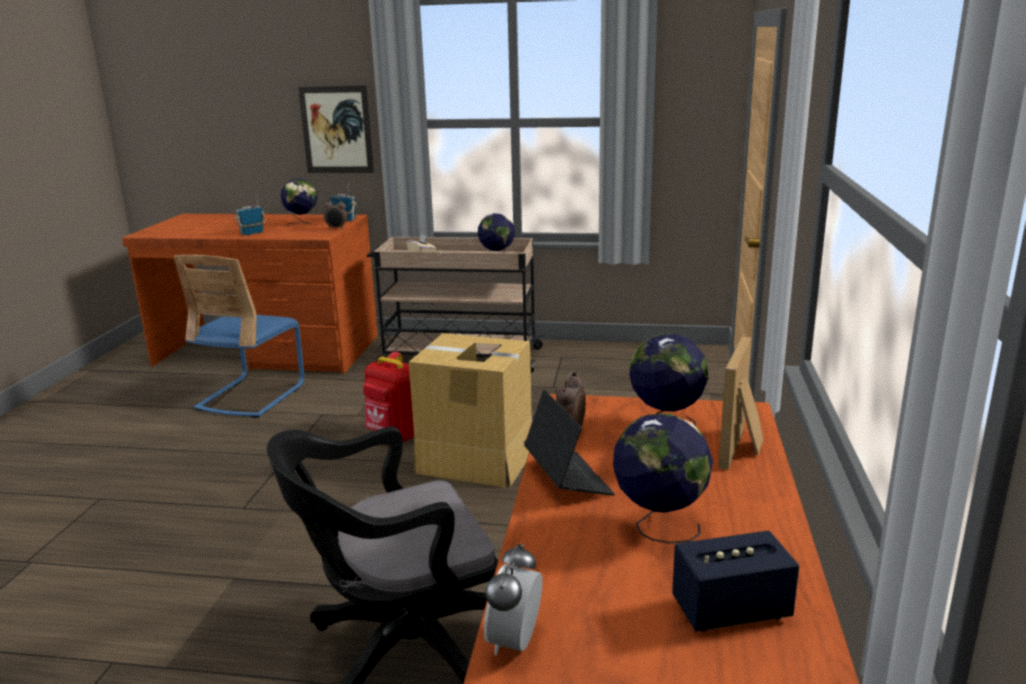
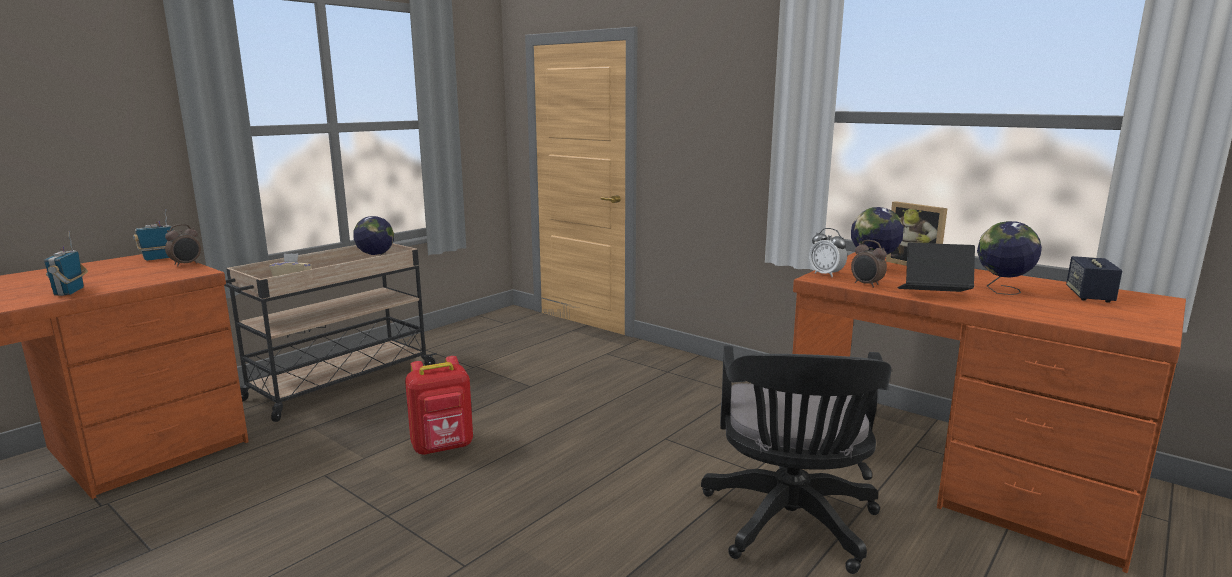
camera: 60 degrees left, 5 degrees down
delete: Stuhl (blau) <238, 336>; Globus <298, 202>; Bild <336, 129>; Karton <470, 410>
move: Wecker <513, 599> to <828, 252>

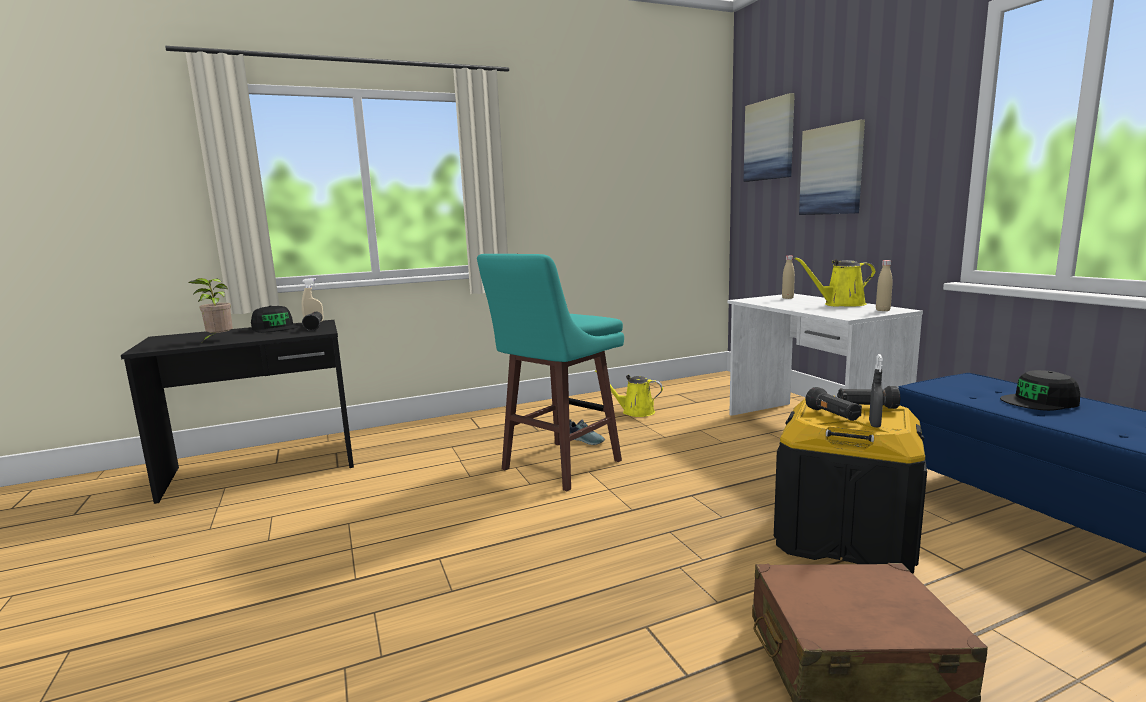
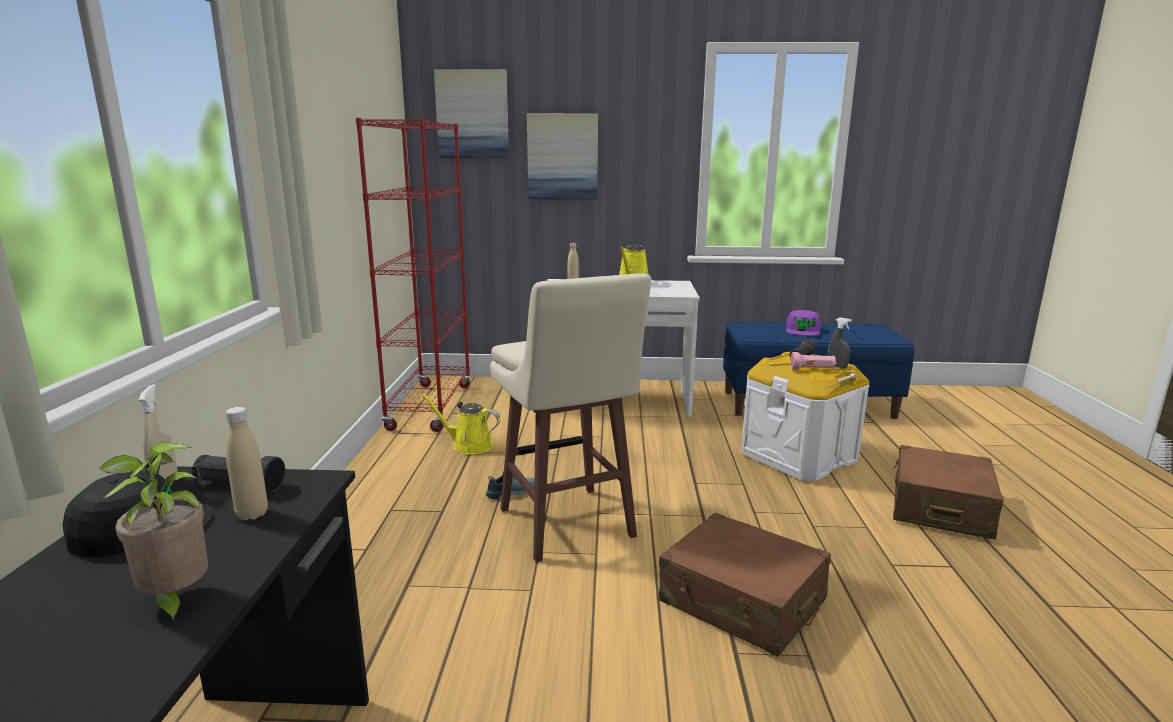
camera: 65 degrees left, 5 degrees up
insert: Bücherregal (rot) <413, 275>; Koffer (braun) <745, 585>
move: Flasche (beige) <884, 285> to <247, 463>
recolor: Hocker (türkis) <550, 372> to Hocker (beige) <571, 417>; Aufbewahrungsbox (schwarz) <850, 486> to Aufbewahrungsbox (weiß) <806, 417>; Taschenlampe (schwarz) <833, 404> to Taschenlampe (rosa) <813, 361>; Kappe (schwarz) <1040, 390> to Kappe (lila) <803, 323>
rotate: Gießkanne (gelb) <629, 393> = <461, 424> 60 degrees clockwise

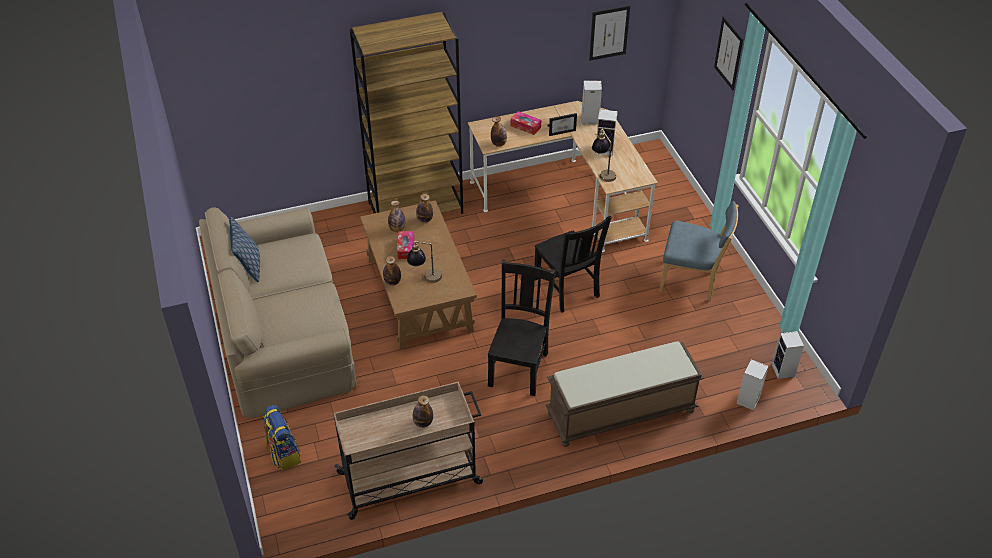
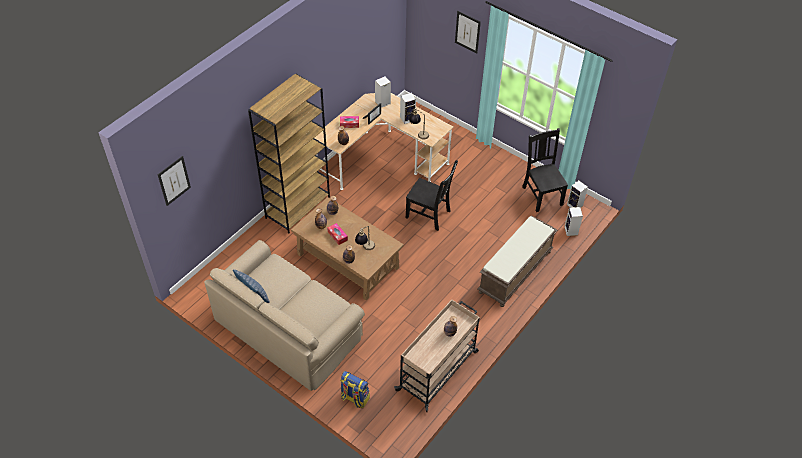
camera: 35 degrees left, 5 degrees up
delete: Stuhl (blau) <699, 251>
move: Stuhl (schwarz) <522, 328> to <545, 170>; Bild <609, 33> to <174, 181>

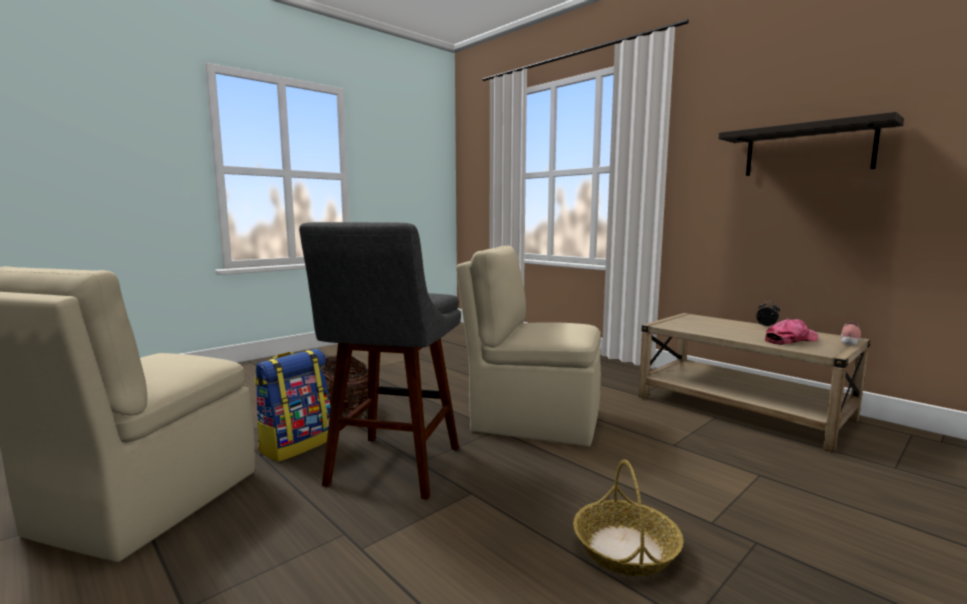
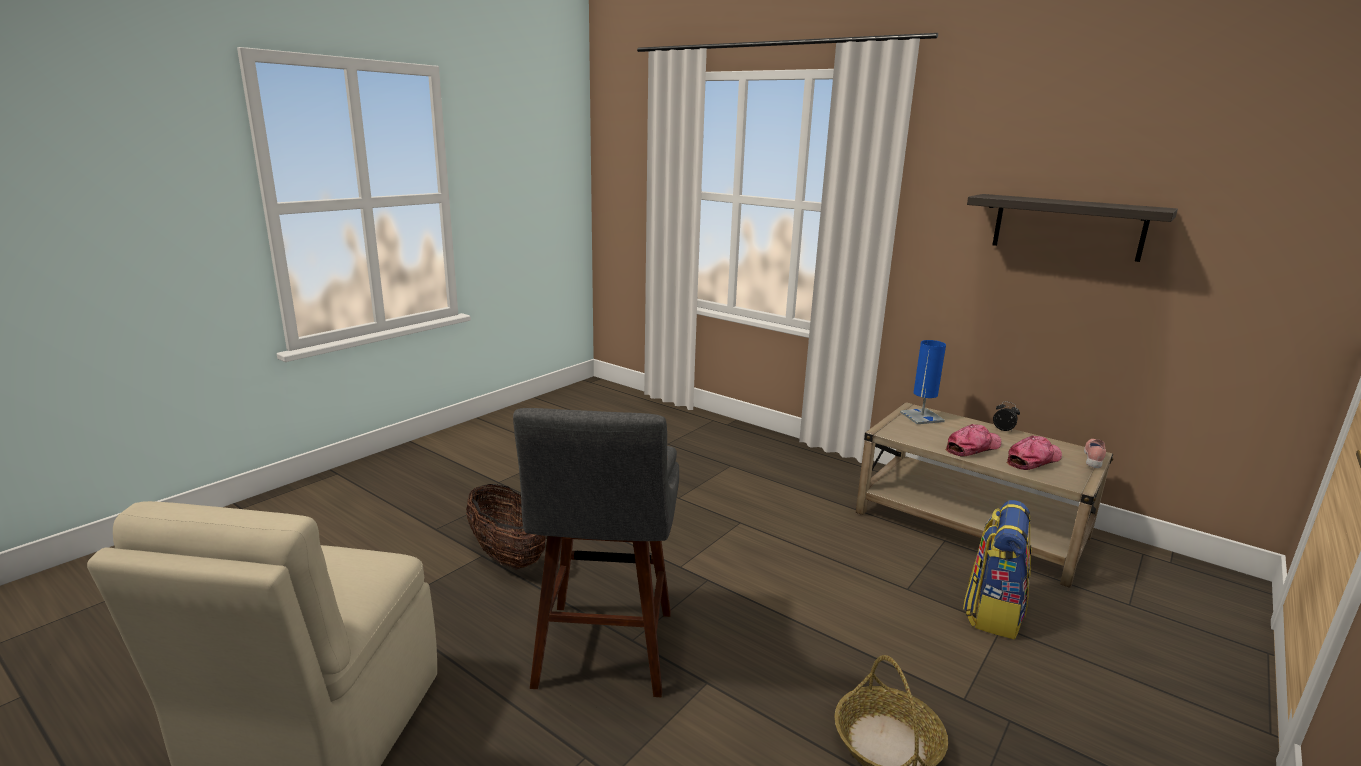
camera: 10 degrees left, 10 degrees up
delete: Stuhl (beige) <528, 346>
insert: Tischlampe (blau) <923, 382>; Kappe <974, 440>
move: Rucksack <292, 405> to <997, 569>

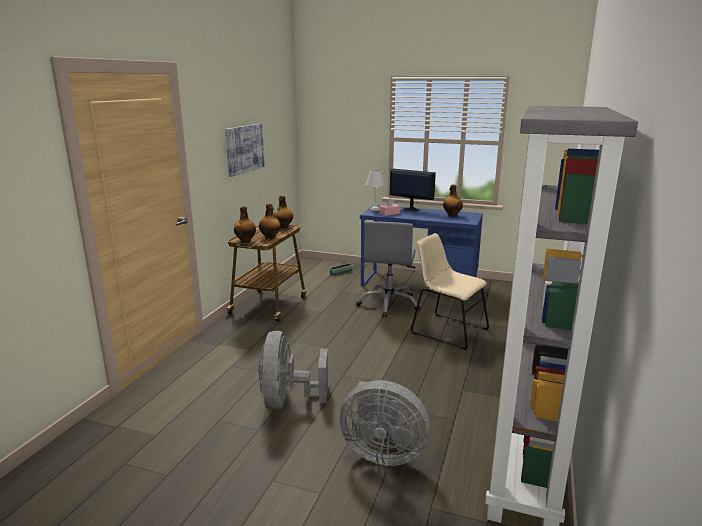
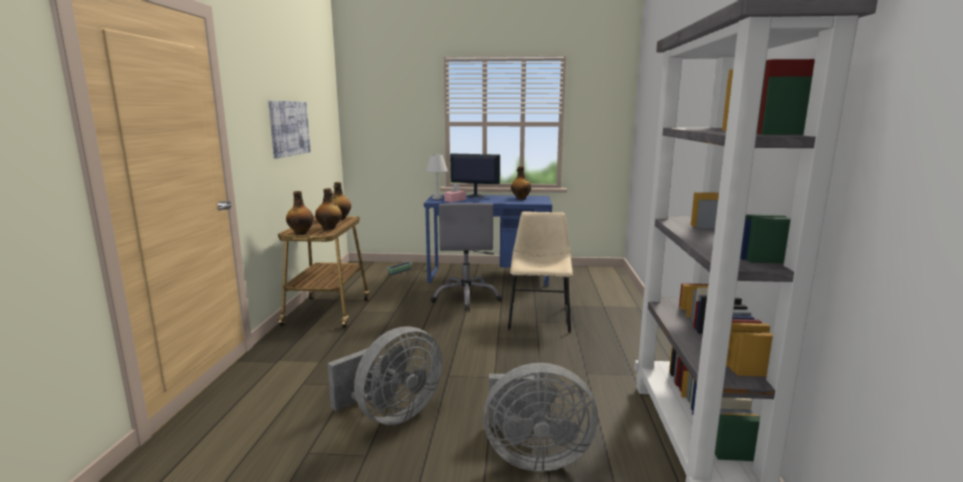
camera: 15 degrees left, 5 degrees down
rotate: Ventilator (grau) <293, 370> = <385, 375> 120 degrees counterclockwise; Stuhl (beige) <450, 291> = <540, 272> 75 degrees clockwise

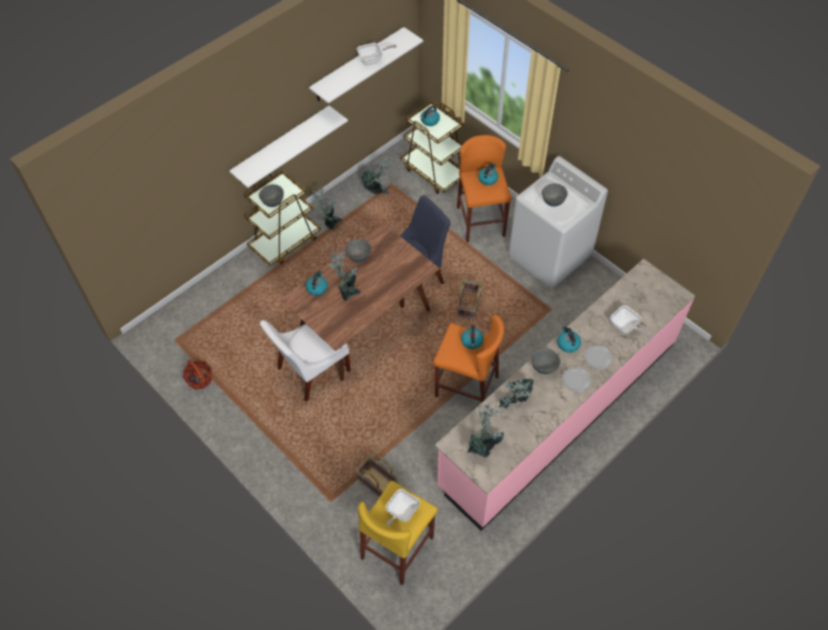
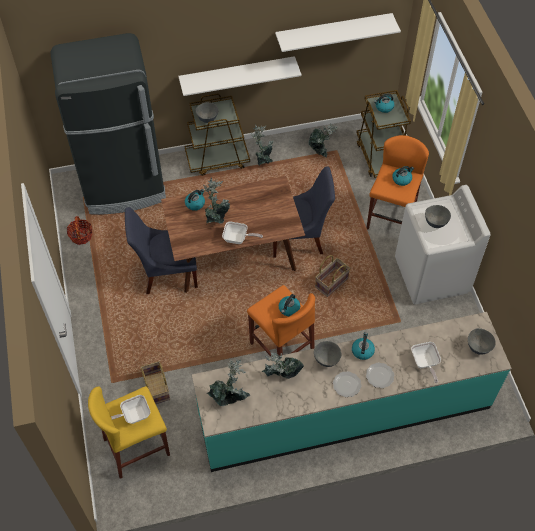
camera: 30 degrees right, 0 degrees up
insert: Kühlschrank (schwarz) <108, 124>
move: Schüssel (grau) <358, 251> to <482, 341>; Pfanne <377, 54> to <242, 233>
recolor: Stuhl (weiß) <305, 361> to Stuhl (blau) <161, 250>; Küchenzeile (rosa) <565, 395> to Küchenzeile (türkis) <352, 392>

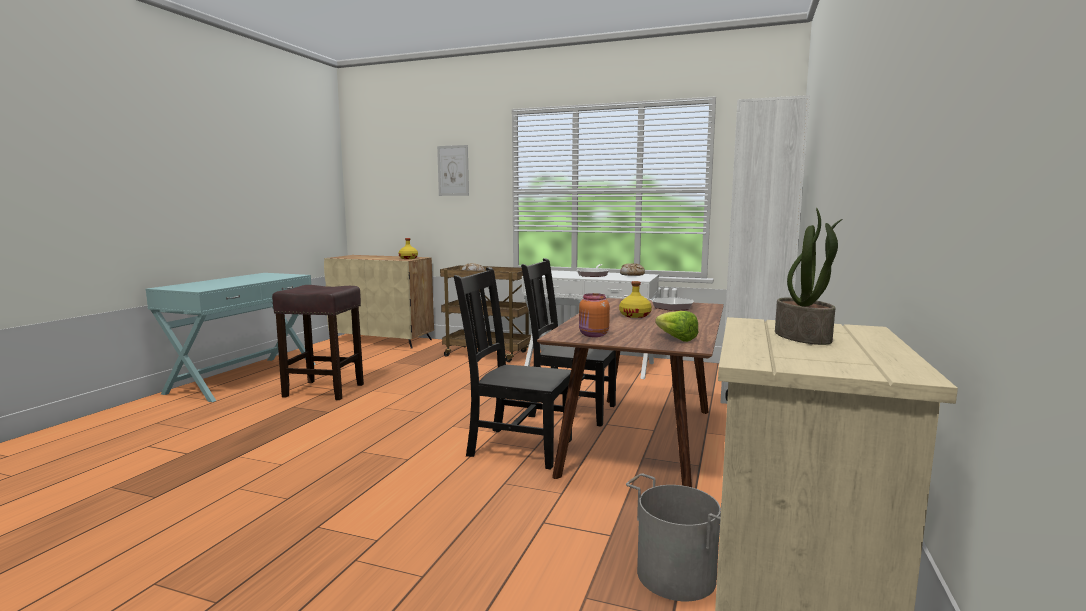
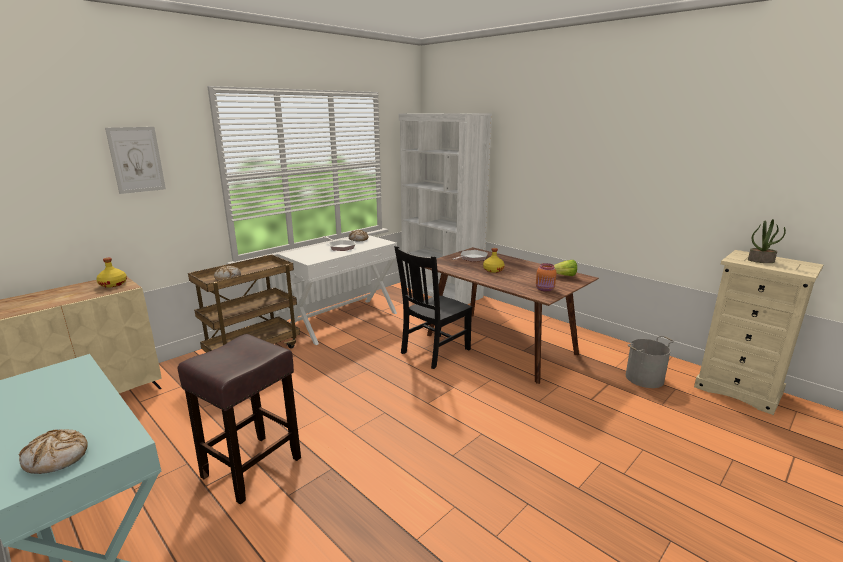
camera: 65 degrees left, 10 degrees up
delete: Stuhl (schwarz) <513, 368>
insert: Brot <53, 451>

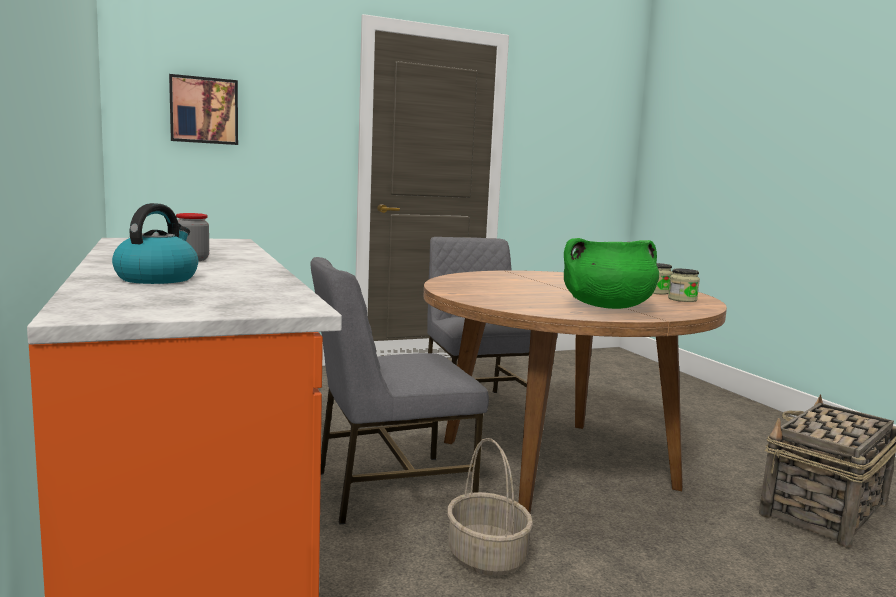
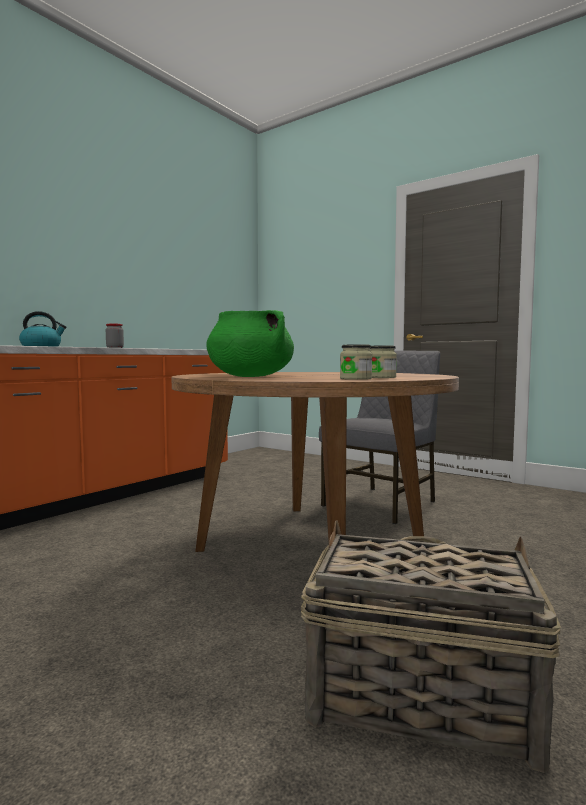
camera: 60 degrees right, 5 degrees down
delete: Bild <203, 109>; Stuhl (grau) <400, 391>; Korb <490, 507>

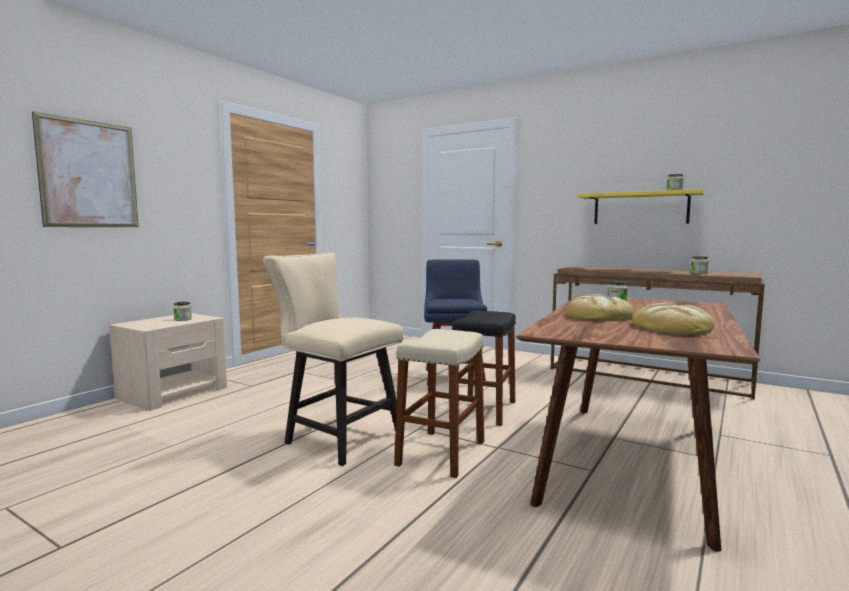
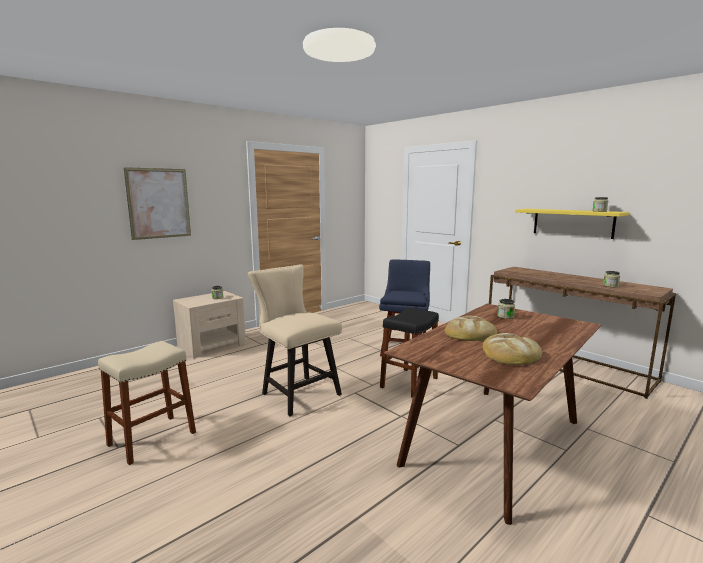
camera: 15 degrees right, 5 degrees up
move: Hocker (beige) <439, 403> to <147, 403>

